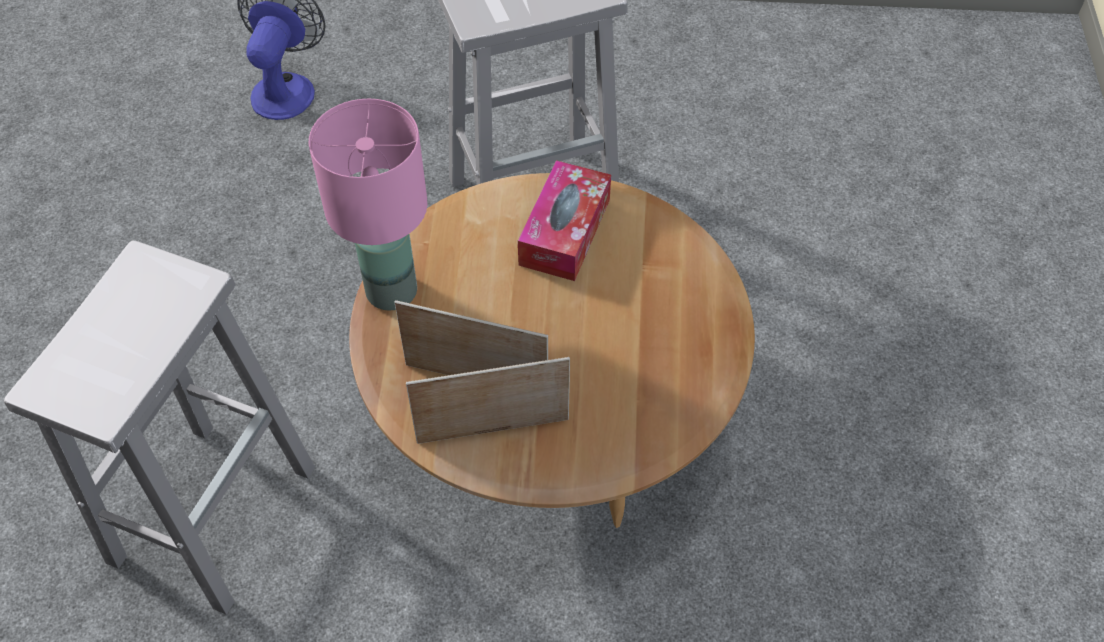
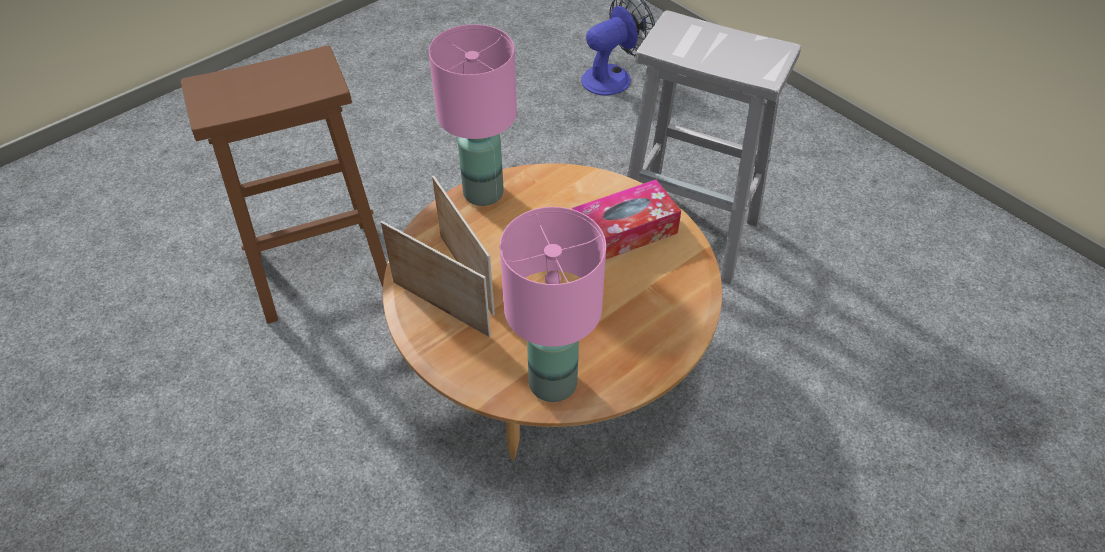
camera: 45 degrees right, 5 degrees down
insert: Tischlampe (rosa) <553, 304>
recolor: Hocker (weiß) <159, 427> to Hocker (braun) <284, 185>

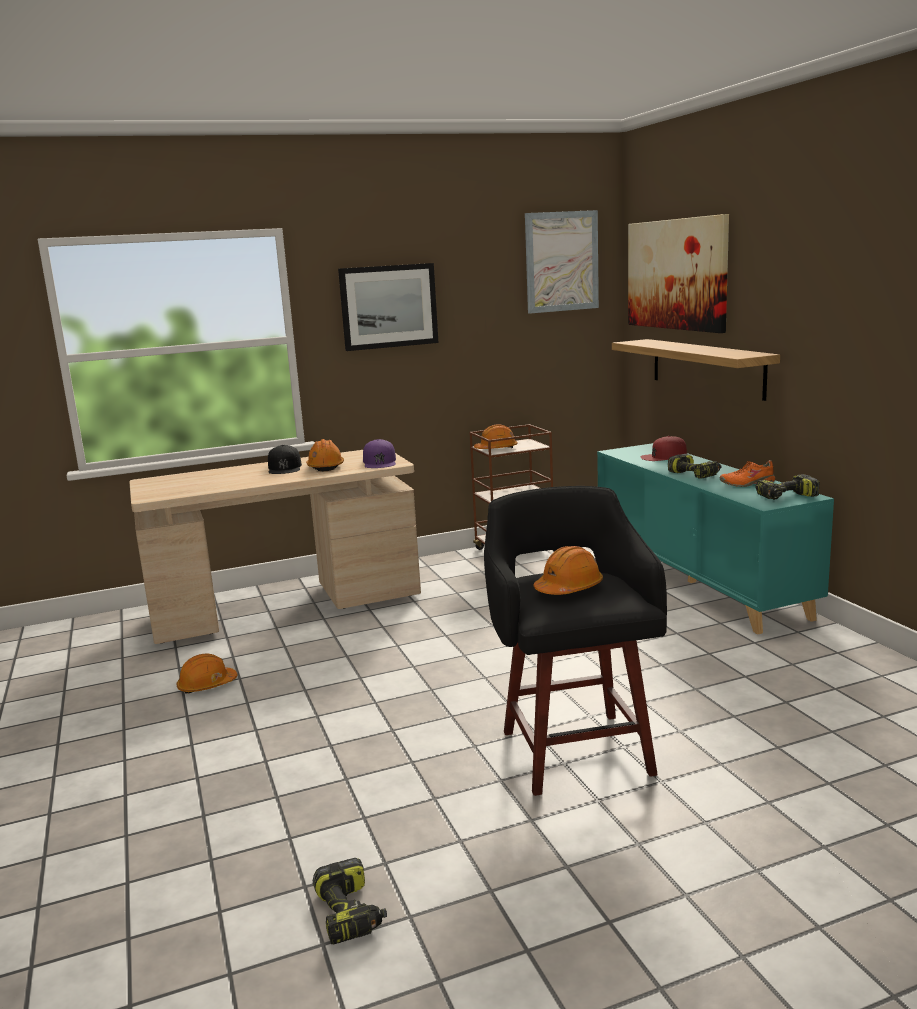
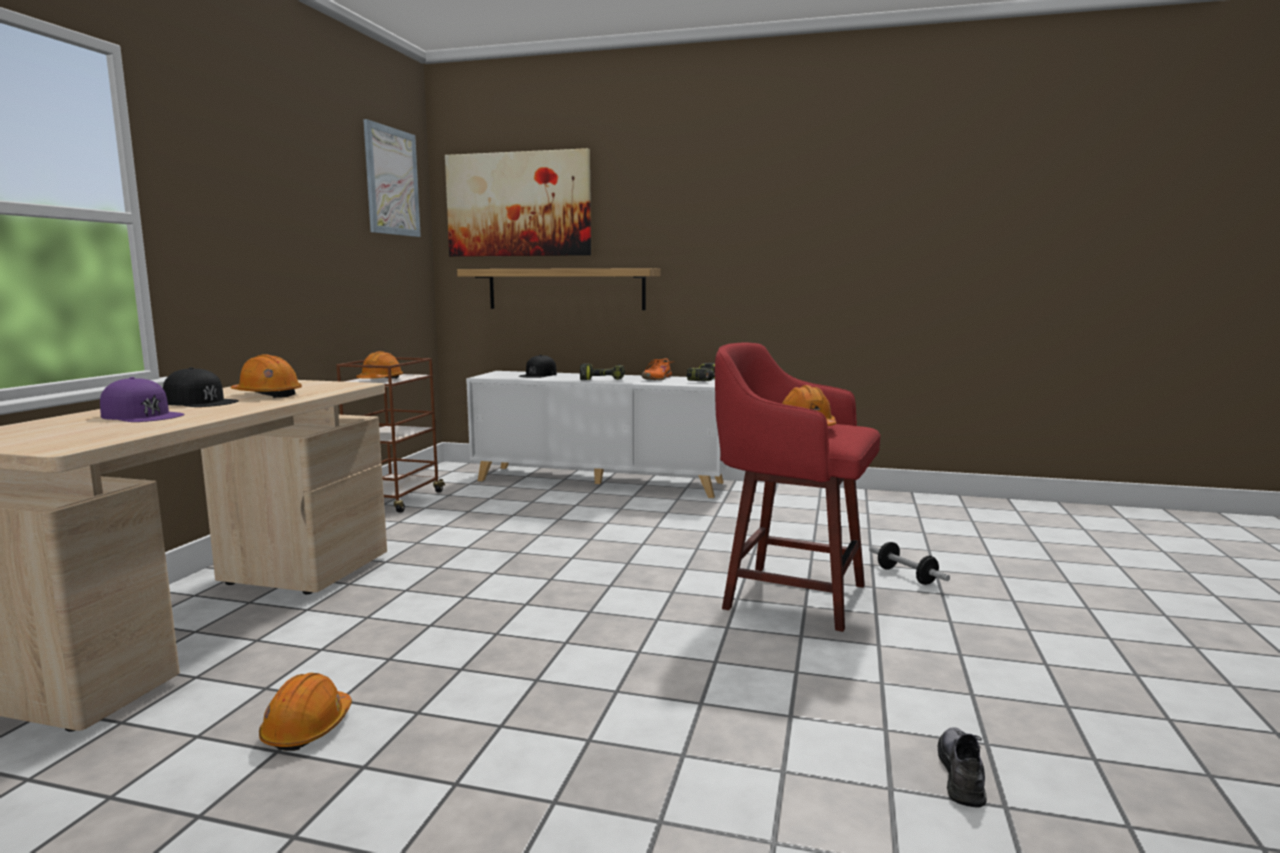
camera: 55 degrees left, 5 degrees down
delete: Bild <388, 307>
insert: Hantel <909, 563>
move: Kappe (lila) <379, 453> to <142, 399>
replace: Bohrmaschine <350, 901> to Schuh (grau) <962, 768>
recolor: Hocker (schwarz) <575, 641> to Hocker (rot) <797, 487>; Schrank (türkis) <715, 538> to Schrank (weiß) <596, 434>; Kappe (rot) <664, 448> to Kappe (schwarz) <538, 366>

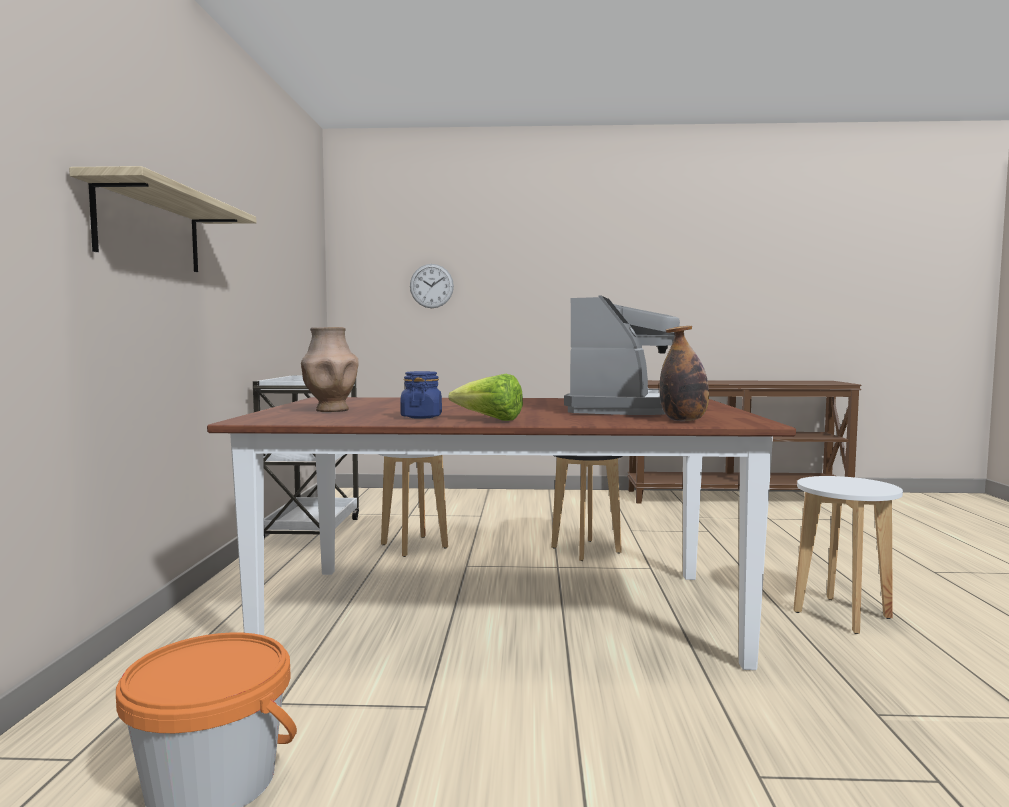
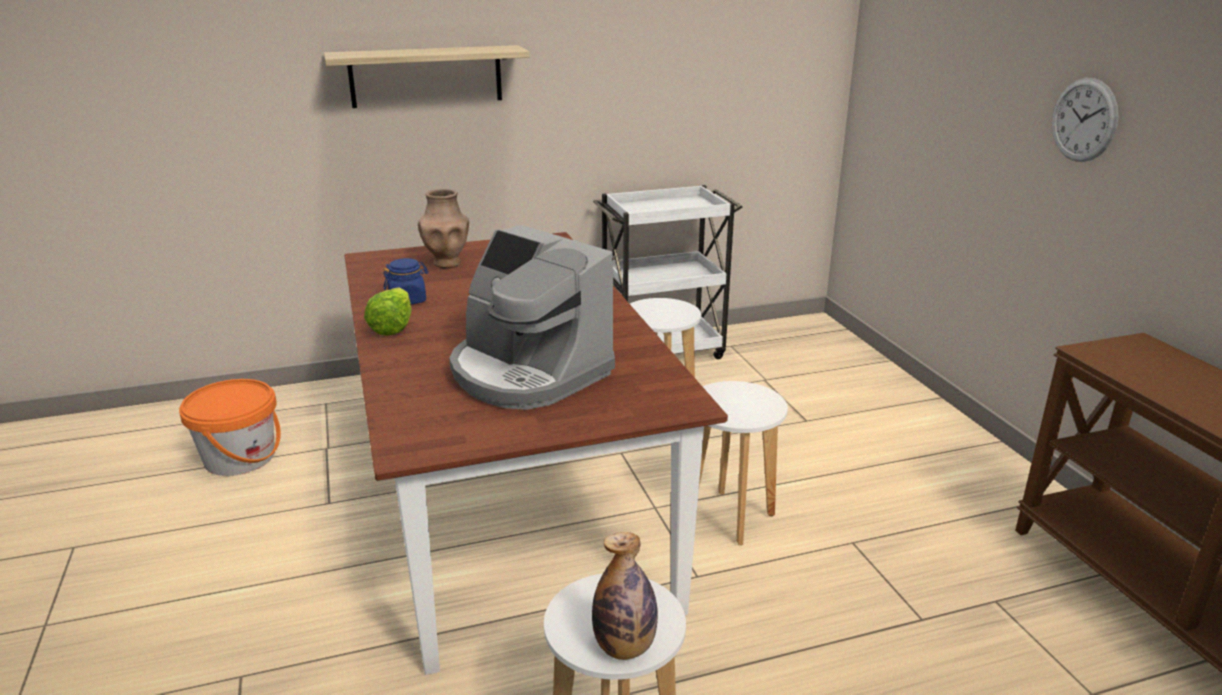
camera: 70 degrees right, 20 degrees up
move: Wanduhr <432, 286> to <1085, 120>; Flasche <684, 373> to <625, 596>
recolor: Hocker (schwarz) <587, 508> to Hocker (weiß) <743, 463>
rotate: Kaffeemaschine <622, 355> = <532, 317> 45 degrees clockwise

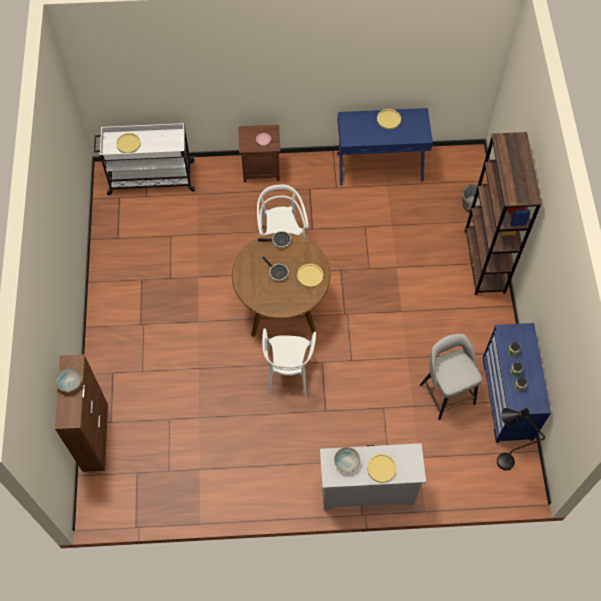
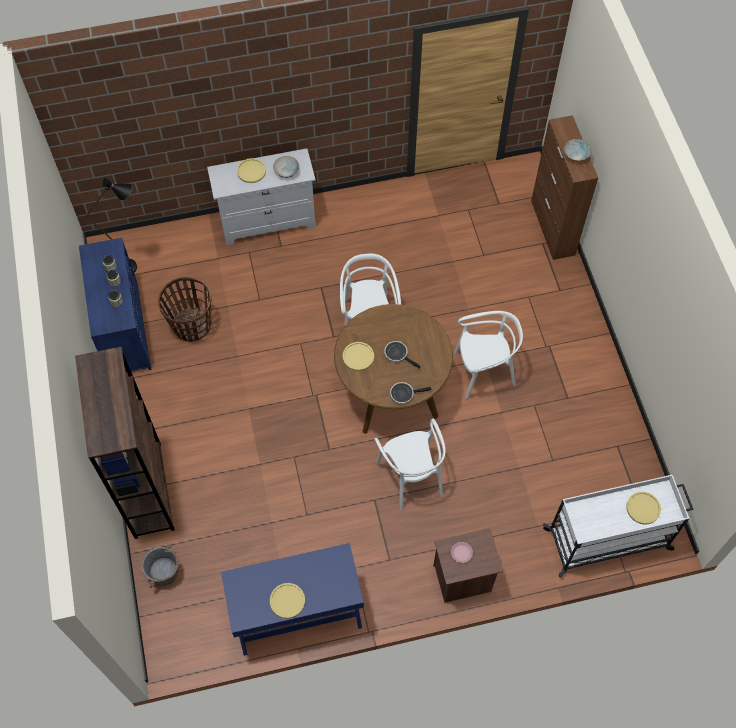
camera: 170 degrees right, 0 degrees up
insert: Stuhl (weiß) <488, 355>
replace: Hocker (grau) <451, 377> to Korb <185, 309>

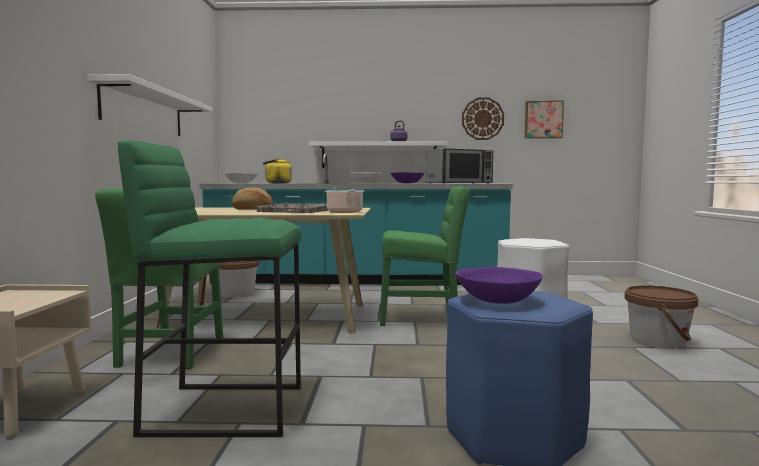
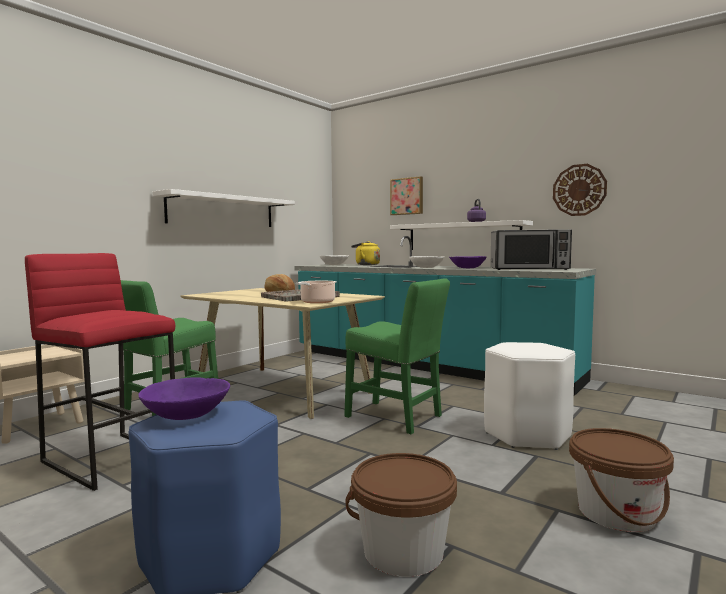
camera: 35 degrees right, 0 degrees up
move: Eimer (braun) <234, 279> to <401, 515>; Bild <544, 119> to <406, 195>
recolor: Hocker (grün) <210, 288> to Hocker (rot) <100, 372>

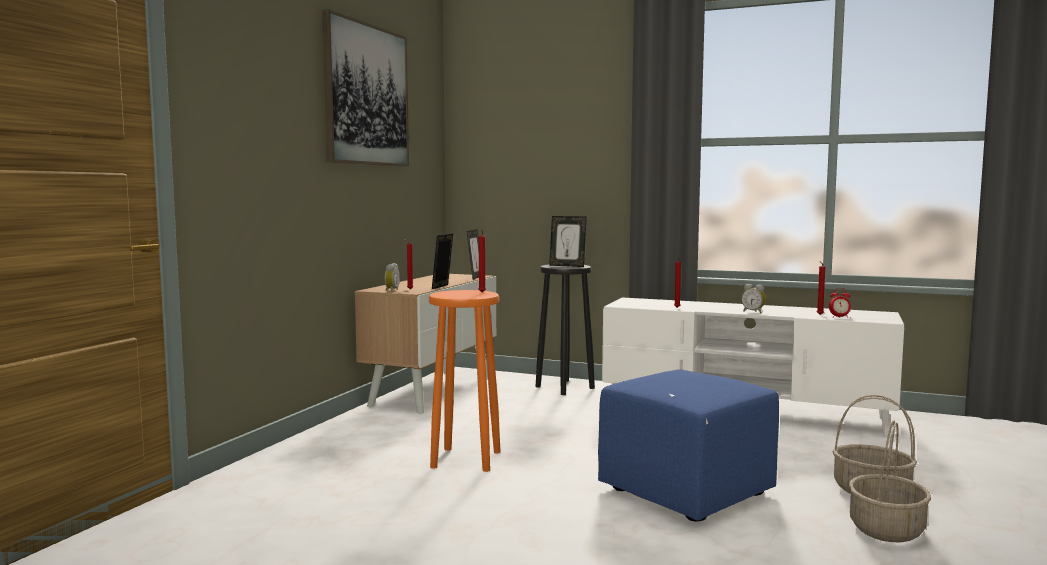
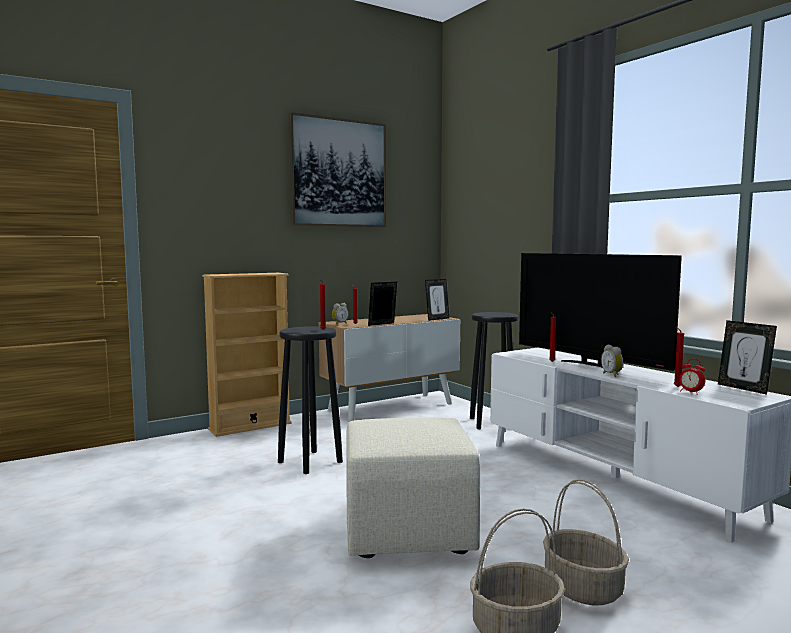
camera: 35 degrees right, 0 degrees up
insert: Bücherregal (beige) <247, 355>; Fernseher <600, 312>
move: Bilderrahmen <568, 241> to <747, 357>
recolor: Hocker (orange) <464, 381> to Hocker (schwarz) <310, 400>; Polsterhocker (blau) <688, 445> to Polsterhocker (beige) <413, 488>

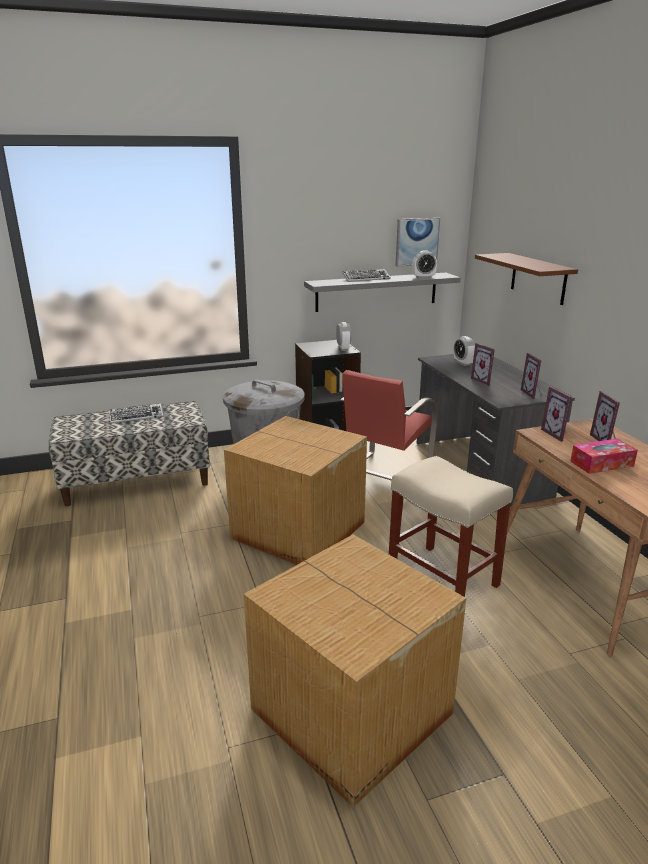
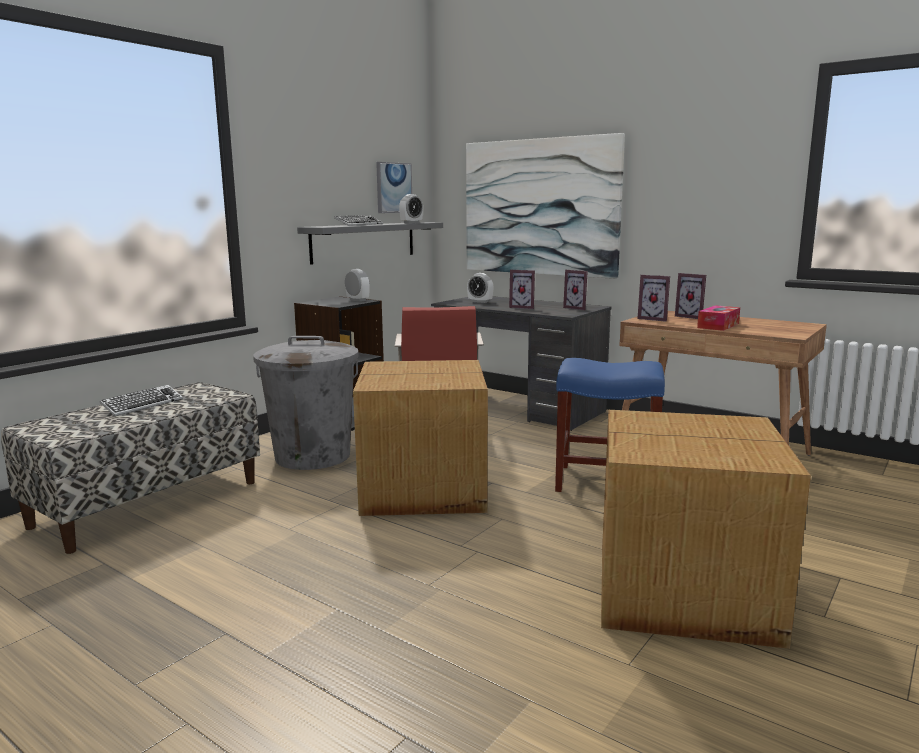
camera: 35 degrees left, 10 degrees down
replace: Wandregal (braun) <526, 279> to Bild <545, 206>
recolor: Hocker (beige) <451, 526> to Hocker (blau) <610, 425>

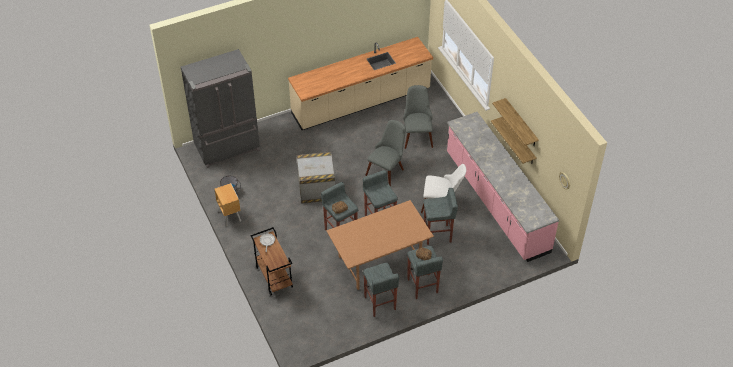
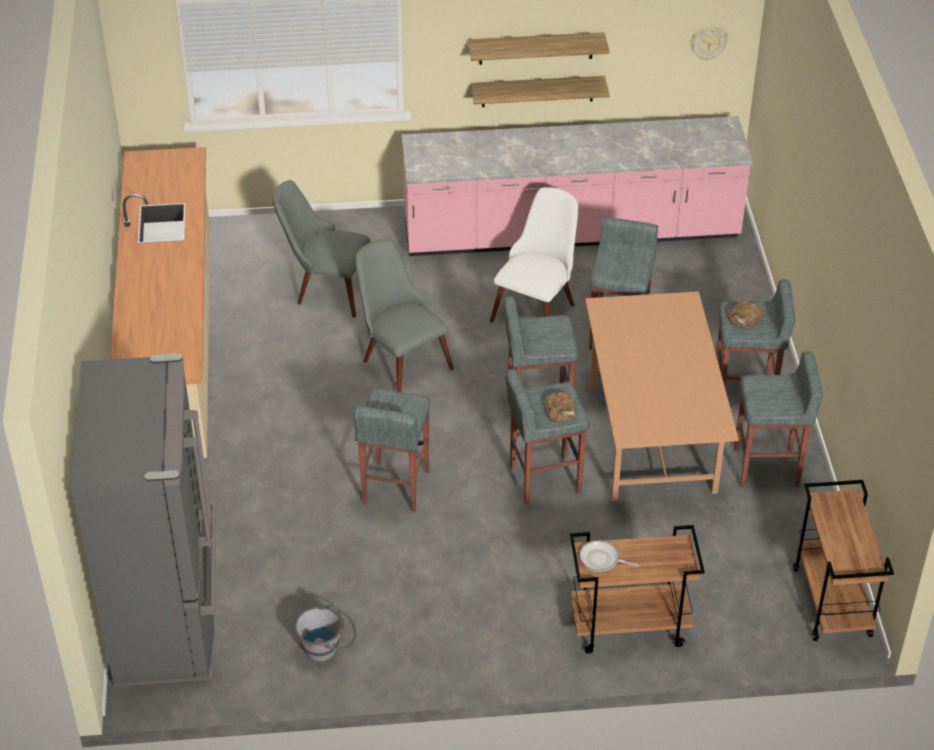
camera: 70 degrees left, 5 degrees down
delete: Nachttisch (braun) <228, 204>
insert: Rollwagen (braun) <843, 560>
replace: Kiste <316, 178> to Hocker (grau) <392, 450>

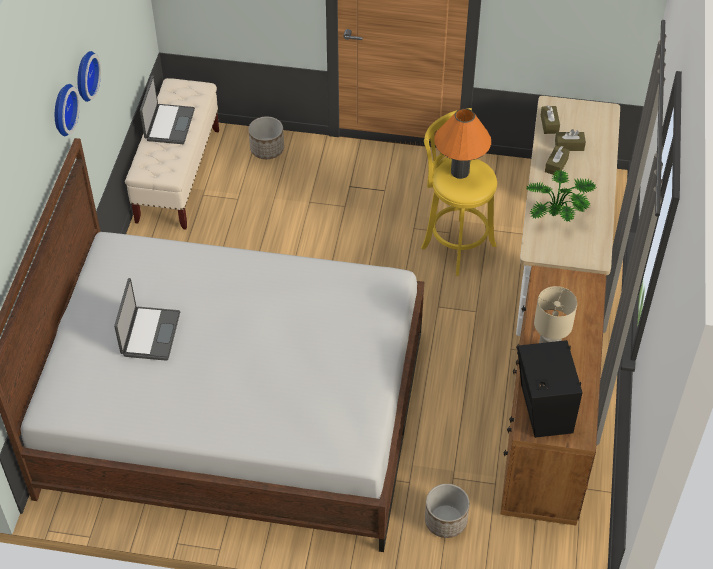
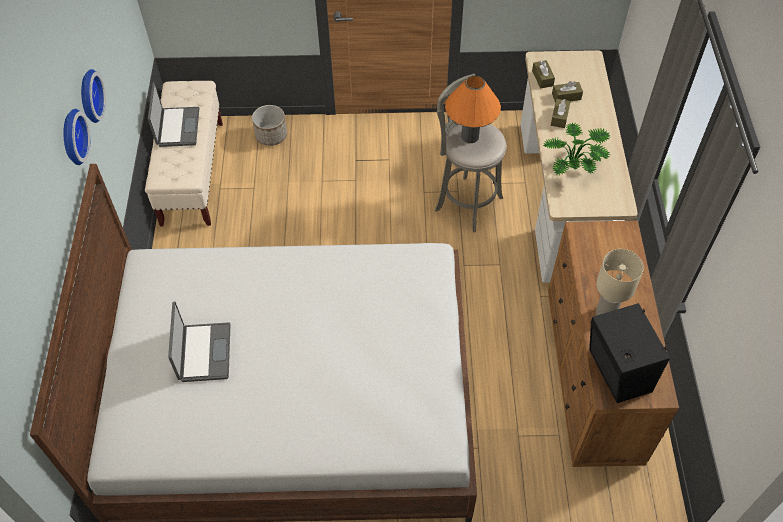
camera: 10 degrees left, 5 degrees up
delete: Pflanzkübel <447, 511>
recolor: Hocker (gelb) <459, 192> to Hocker (grau) <470, 153>

